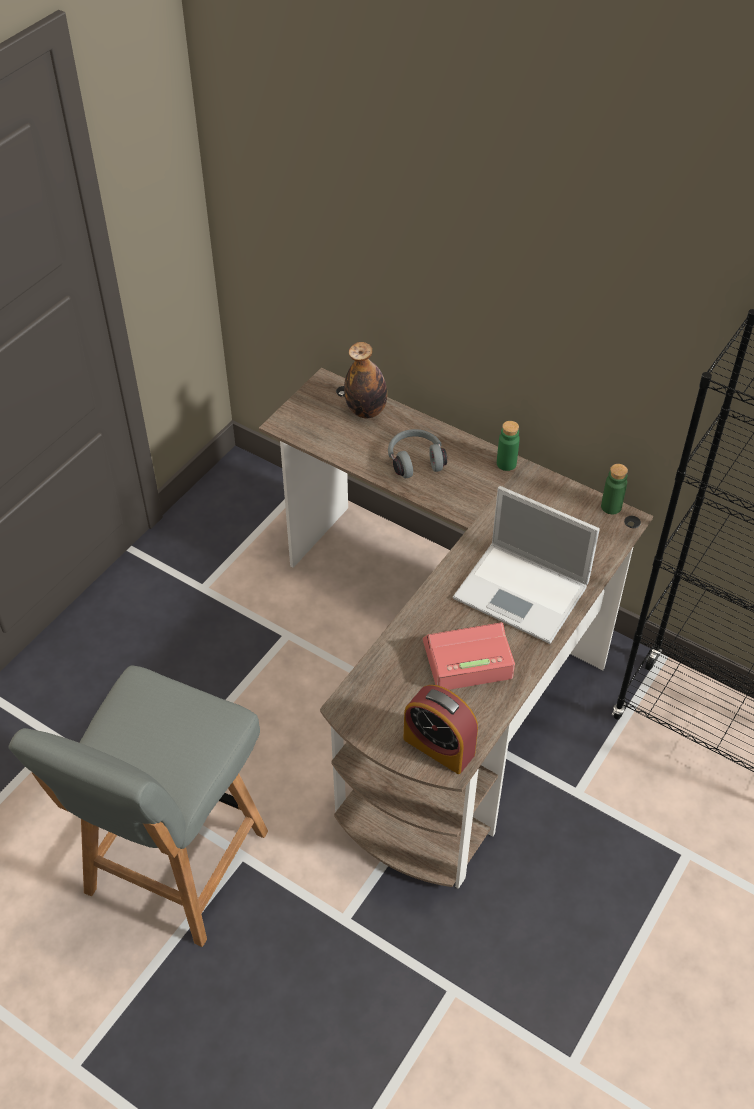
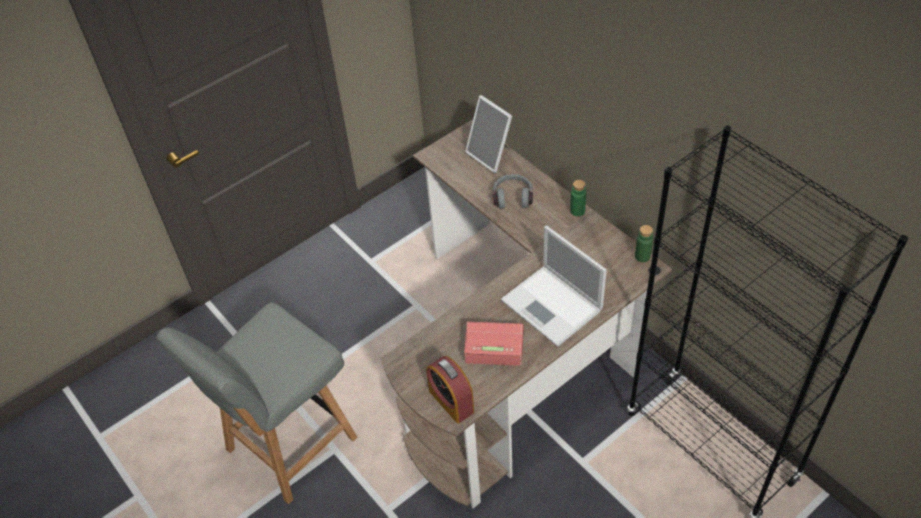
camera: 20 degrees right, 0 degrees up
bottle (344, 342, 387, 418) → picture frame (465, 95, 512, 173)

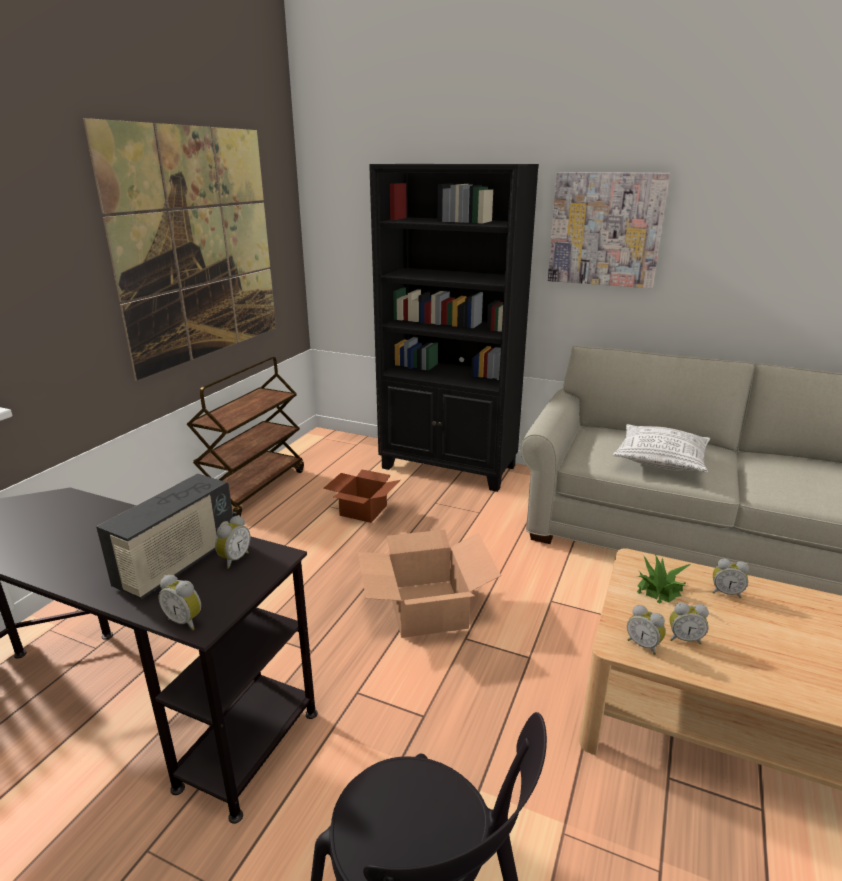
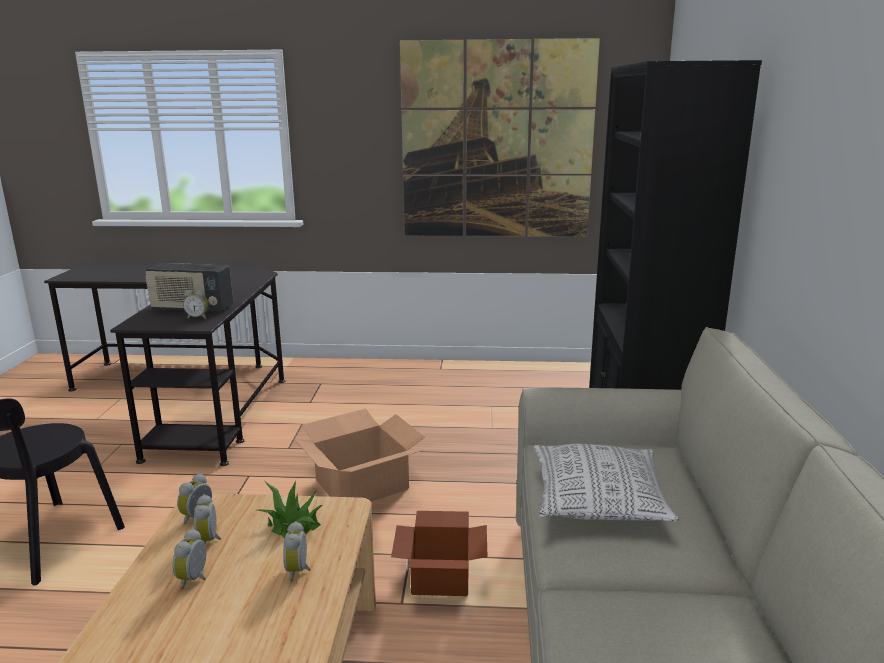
camera: 70 degrees right, 5 degrees down
cart in brown (187, 357, 304, 517) → -
picture (548, 172, 670, 288) → -
alarm clock (158, 575, 201, 630) → alarm clock (172, 529, 207, 590), moved
cardboard box (323, 470, 400, 523) → cardboard box (391, 511, 488, 596), moved

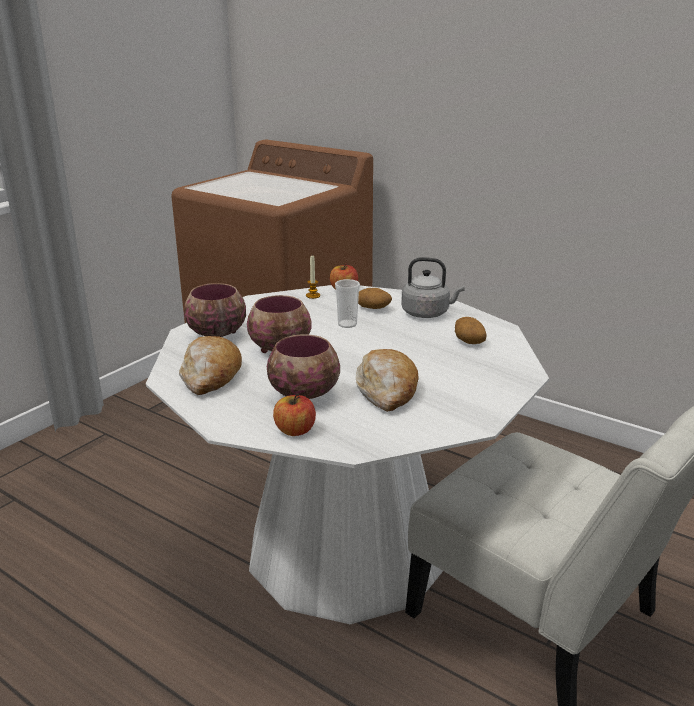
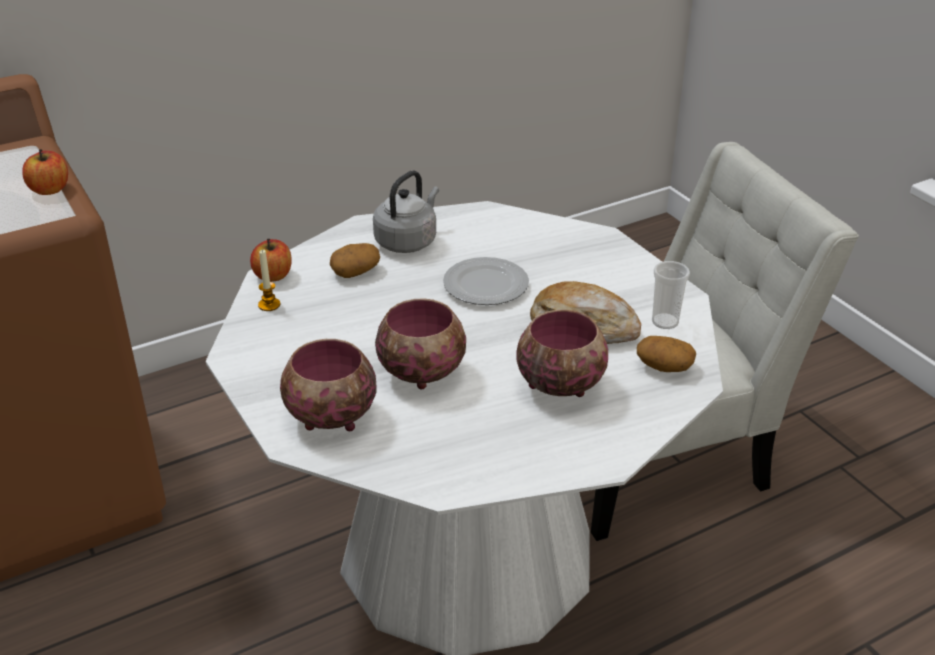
camera: 65 degrees left, 10 degrees up
bread (179, 336, 242, 395) → -
- → plate (443, 257, 529, 305)
apple (273, 393, 316, 436) → apple (22, 149, 68, 195), moved
cup (335, 279, 360, 328) → cup (652, 261, 690, 329), moved
potato (455, 317, 487, 344) → potato (637, 336, 696, 372), moved

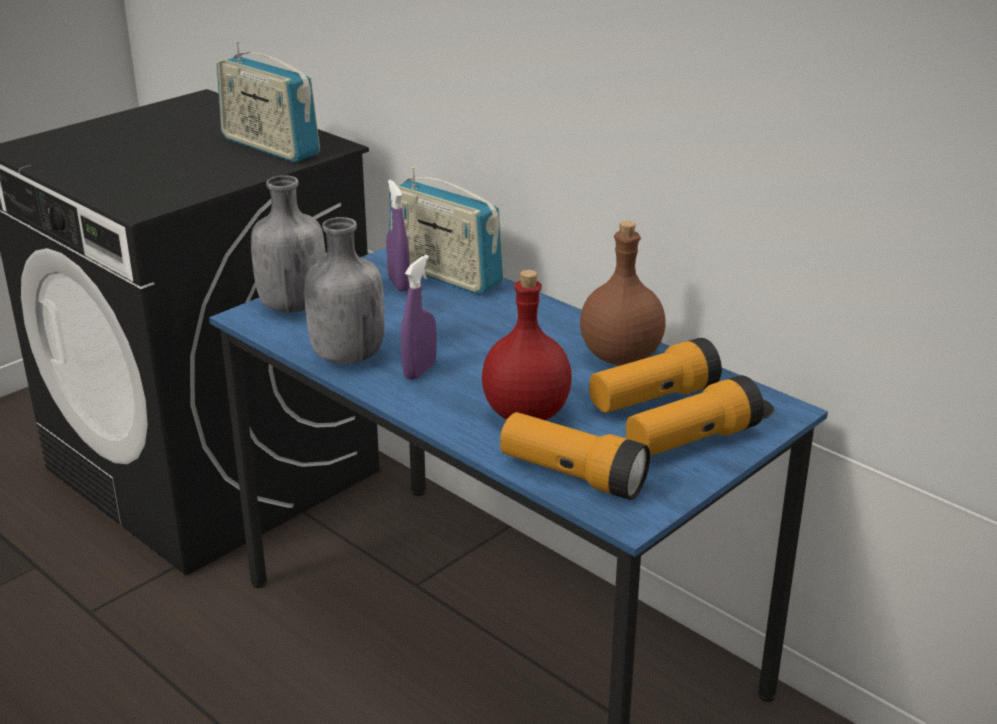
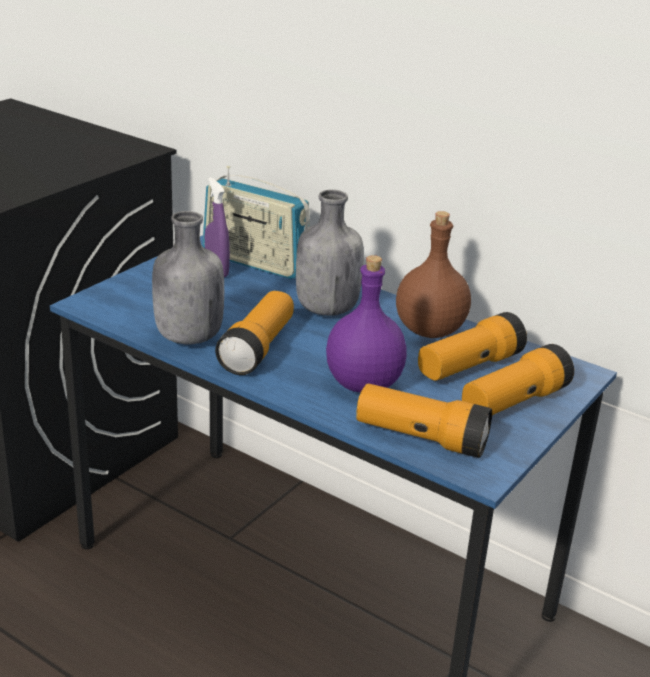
camera: 10 degrees left, 0 degrees up
radio (217, 41, 320, 163) → -
bottle in grey (251, 175, 326, 313) → bottle in grey (296, 190, 364, 316), moved
spray bottle in purple (401, 255, 437, 380) → flashlight (215, 291, 294, 375)
bottle in red (482, 270, 572, 420) → bottle in purple (326, 255, 407, 393)

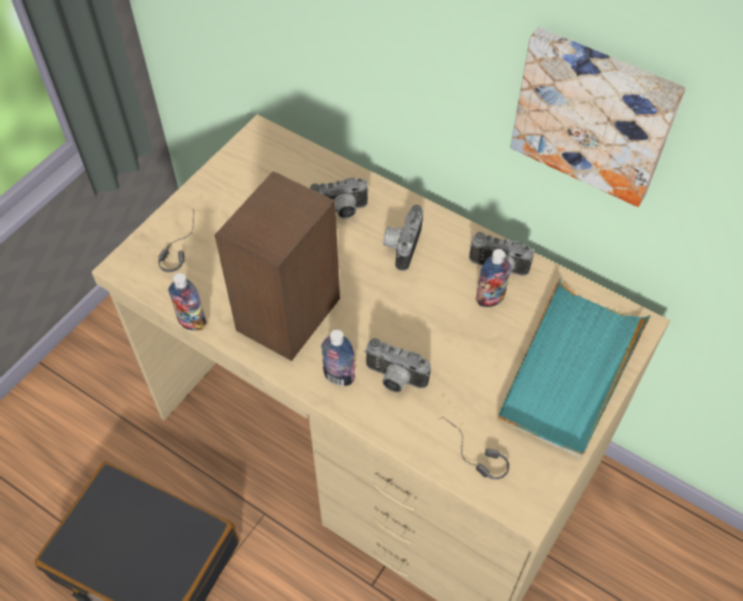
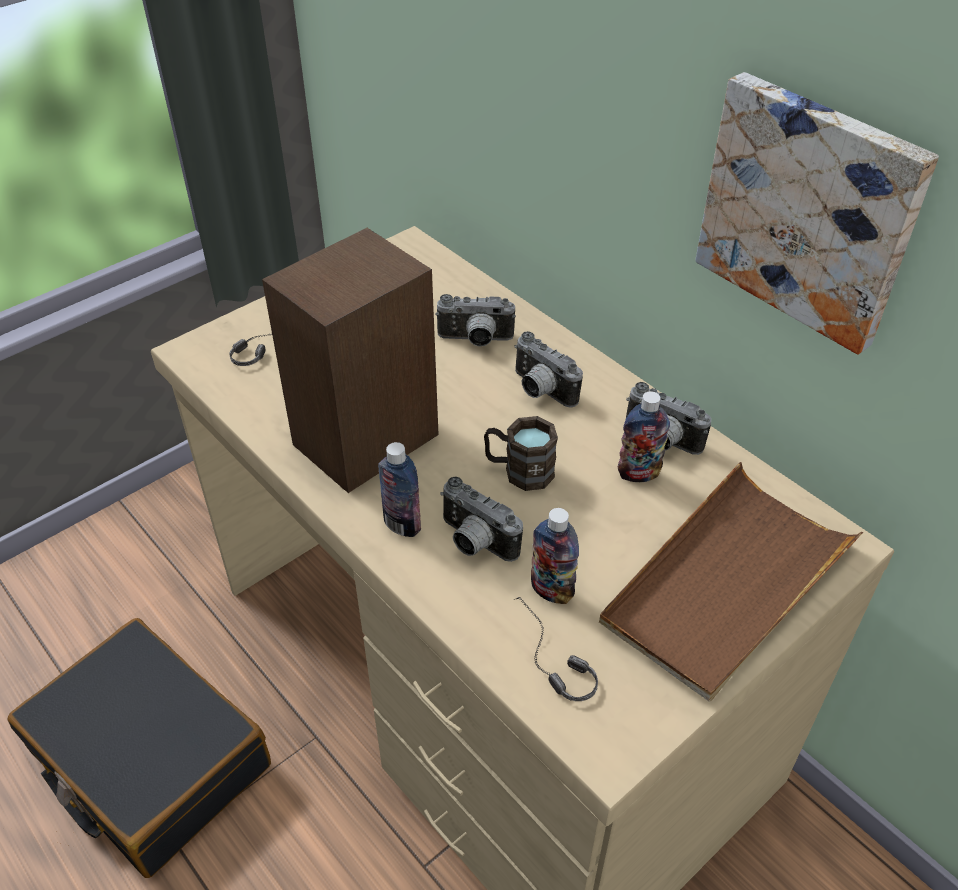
camera: 15 degrees right, 10 degrees down
- → mug in brown (484, 416, 558, 491)
bottle (168, 273, 206, 331) → bottle (531, 508, 579, 604), moved
tray in turquoise (497, 279, 651, 458) → tray in brown (599, 462, 863, 702)
photo camera (383, 205, 423, 271) → photo camera (514, 331, 583, 408), 75 degrees counterclockwise

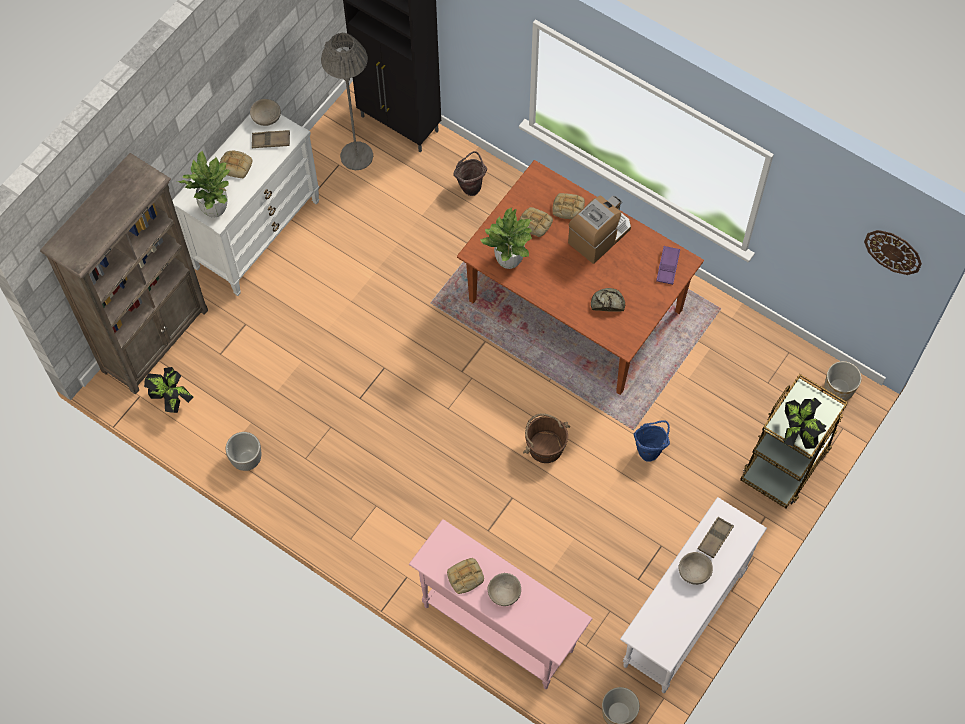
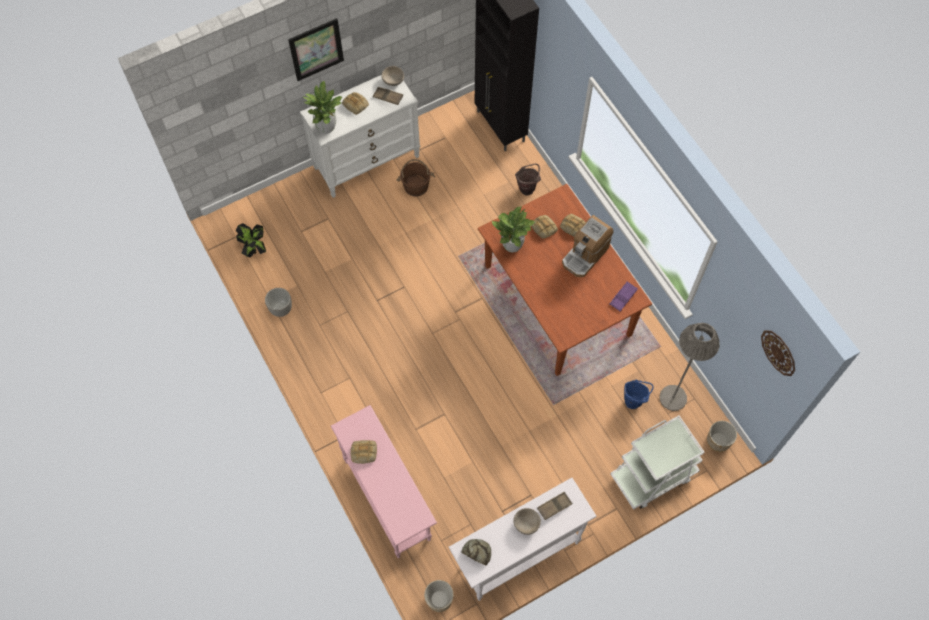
camera: 25 degrees right, 0 degrees up
bookcase in brown (40, 153, 208, 395) → -
bowl in beige (488, 573, 521, 606) → -
potted plant (784, 398, 826, 449) → -
- → picture (288, 18, 344, 81)
floor lamp in grey (321, 33, 373, 170) → floor lamp in grey (659, 323, 720, 411), moved
bucket in brown (523, 413, 570, 463) → bucket in brown (396, 159, 435, 197), moved
bread (591, 288, 625, 311) → bread (461, 539, 491, 565), moved
bucket in blue (634, 420, 670, 462) → bucket in blue (624, 380, 654, 409), moved
cart in brown (740, 374, 848, 508) → cart in white (610, 416, 704, 510)
coffee machine (568, 195, 631, 264) → coffee machine (562, 215, 614, 277), 150 degrees clockwise

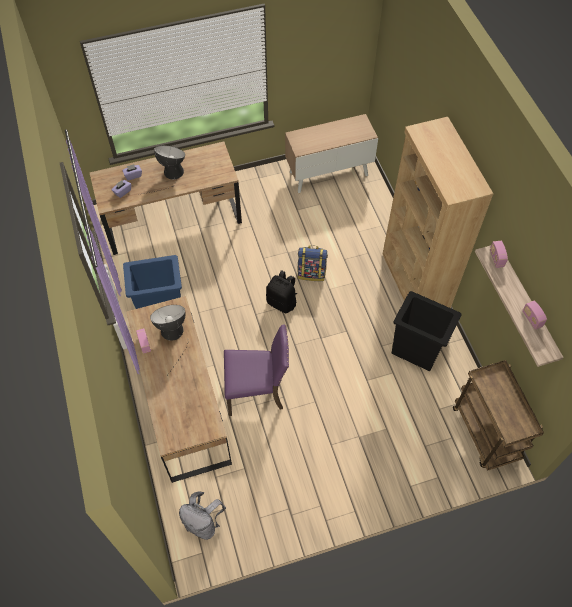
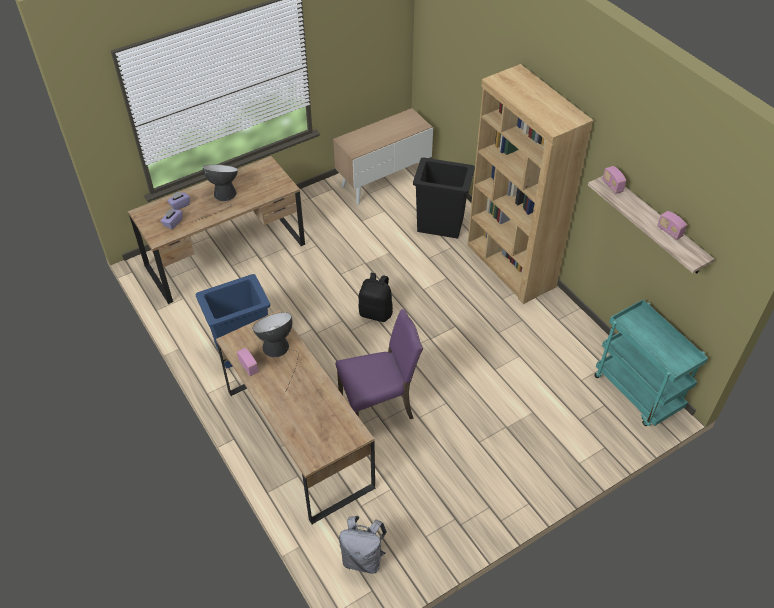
camera: 15 degrees left, 10 degrees down
backpack (298, 245, 328, 281) → -
trash can in black (392, 291, 462, 371) → trash can in black (413, 158, 475, 239), moved
cart in brown (453, 360, 544, 471) → cart in turquoise (594, 300, 708, 426)

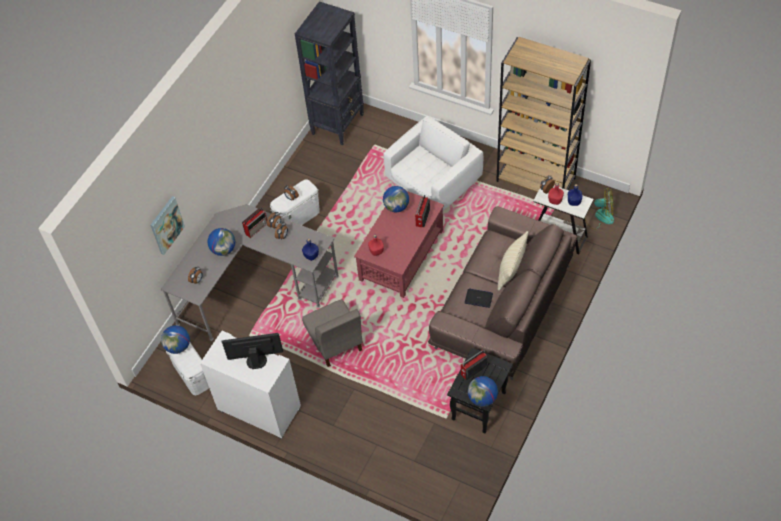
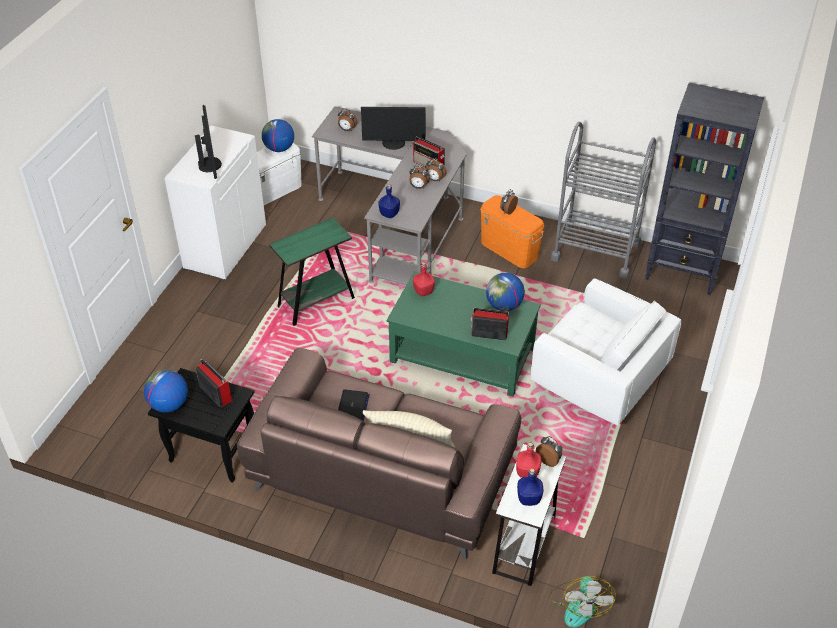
camera: 80 degrees right, 10 degrees down
picture (151, 196, 185, 255) → -
bookcase in brown (496, 37, 591, 192) → -
- → cart in grey (551, 122, 656, 279)
globe (207, 228, 235, 256) → monitor (361, 107, 426, 150)
chair in grey (302, 299, 362, 367) → side table in green (269, 218, 355, 326)
storage box in white (270, 180, 320, 225) → storage box in orange (480, 195, 544, 268)
coffee table in red (354, 191, 444, 298) → coffee table in green (387, 271, 541, 397)

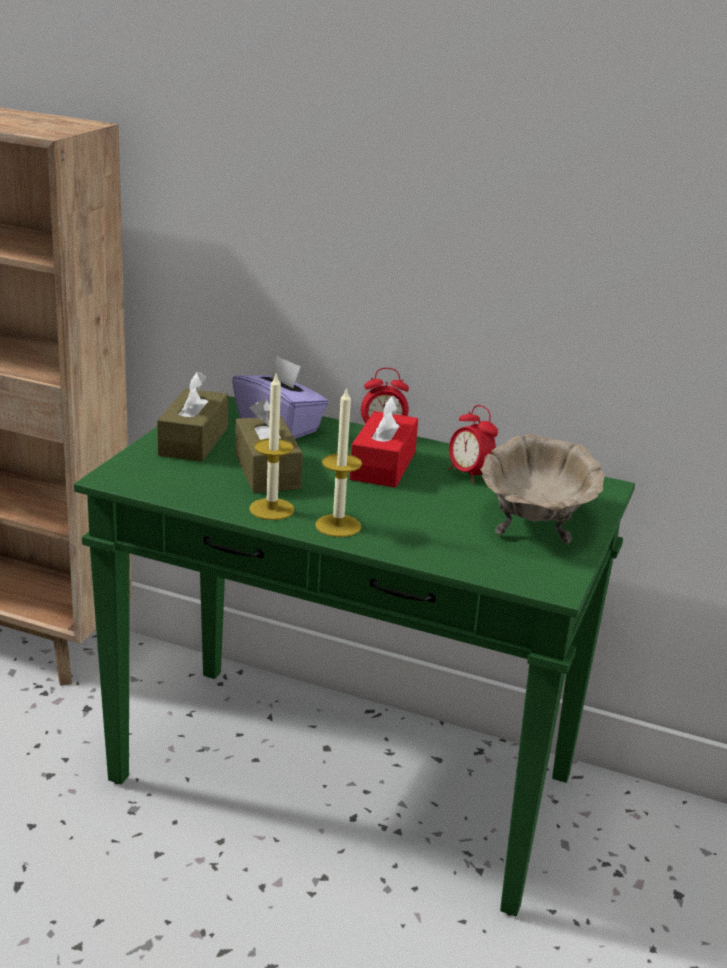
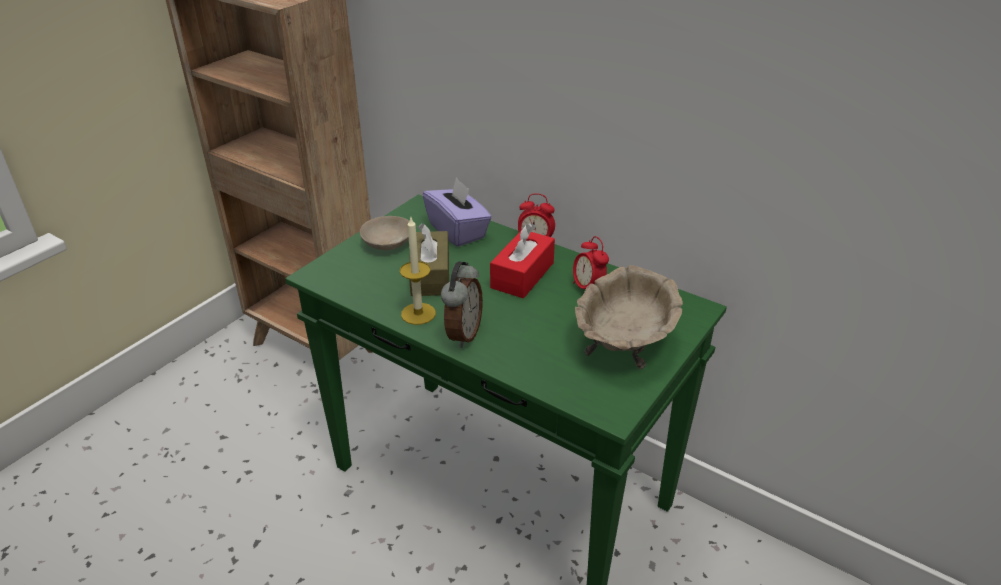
camera: 15 degrees right, 10 degrees up
tissue box in brown (157, 372, 228, 462) → bowl in beige (360, 216, 409, 250)
candle (315, 387, 362, 537) → alarm clock (441, 261, 483, 348)

